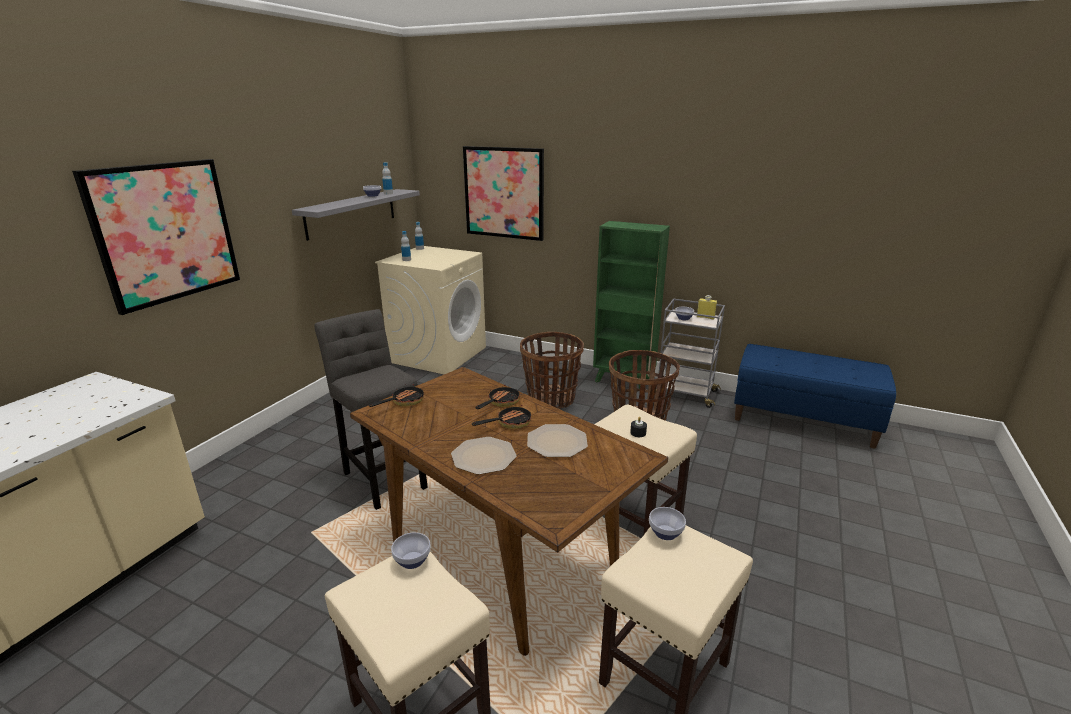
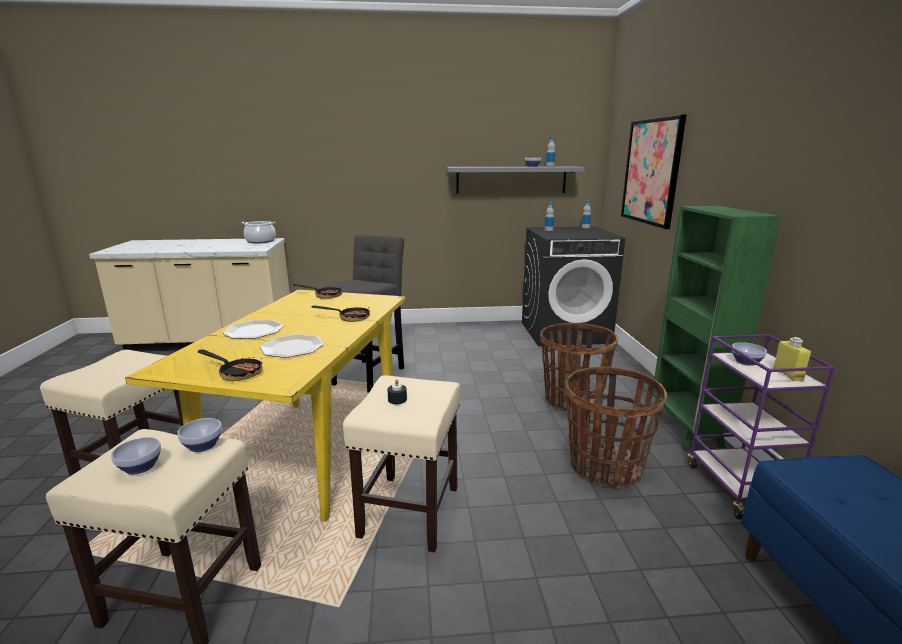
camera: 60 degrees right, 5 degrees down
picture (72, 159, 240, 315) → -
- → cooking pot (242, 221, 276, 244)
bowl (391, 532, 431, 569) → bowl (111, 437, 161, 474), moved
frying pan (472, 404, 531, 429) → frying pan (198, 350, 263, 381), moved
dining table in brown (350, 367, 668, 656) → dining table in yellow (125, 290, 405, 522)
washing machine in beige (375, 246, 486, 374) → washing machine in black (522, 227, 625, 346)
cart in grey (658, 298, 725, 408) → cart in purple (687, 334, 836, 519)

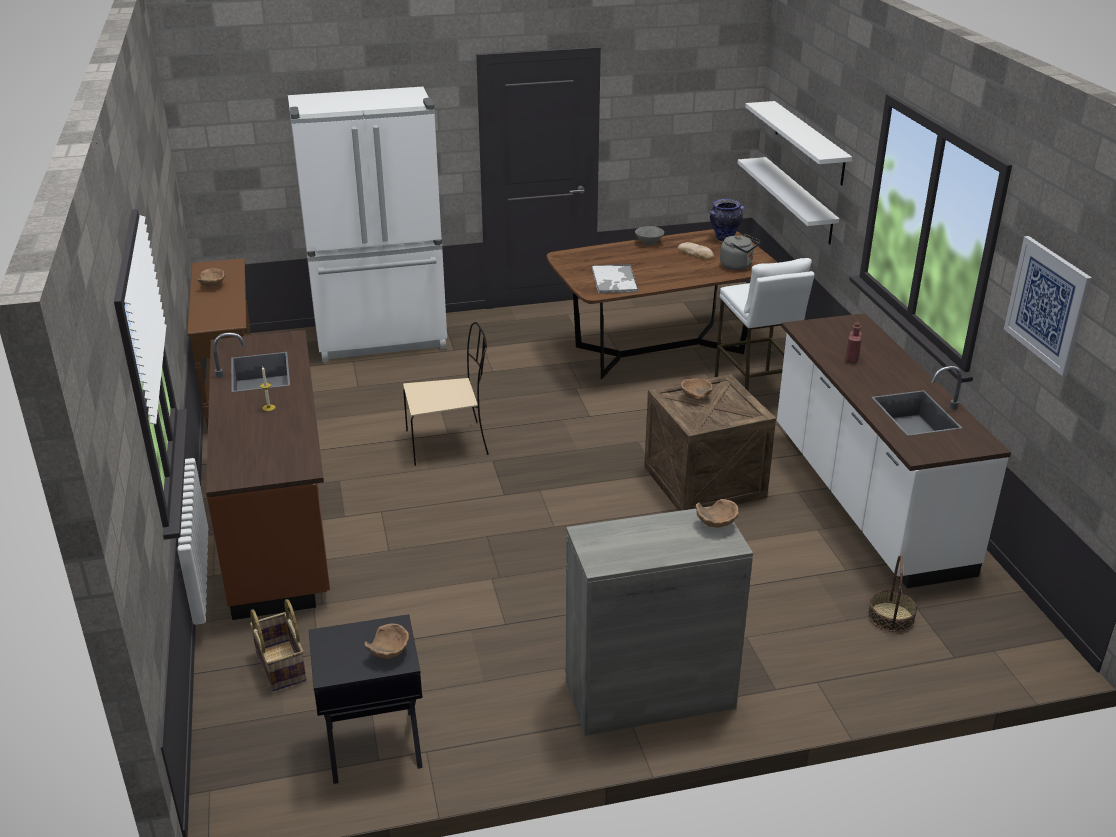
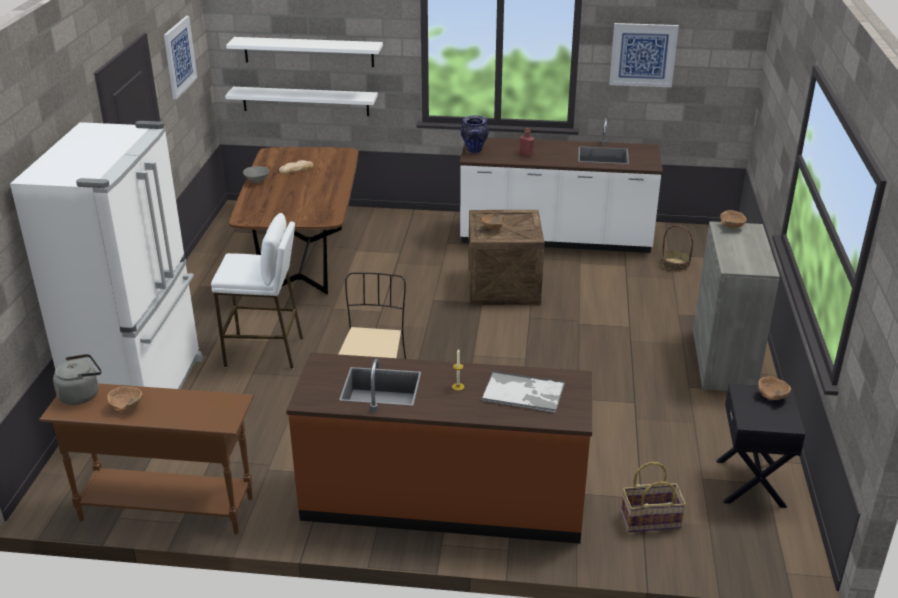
camera: 70 degrees left, 0 degrees up
- → picture (164, 16, 197, 99)
tray (591, 264, 639, 294) → tray (481, 371, 565, 413), moved
vase (709, 199, 744, 242) → vase (460, 115, 489, 153), moved
stool in white (715, 258, 814, 390) → stool in white (211, 213, 303, 369), moved
kettle in grey (720, 234, 760, 270) → kettle in grey (53, 354, 101, 405), moved

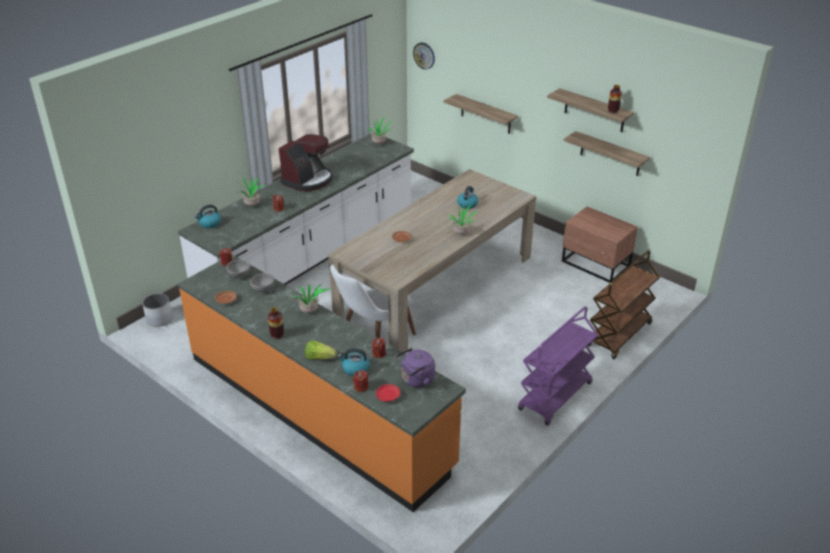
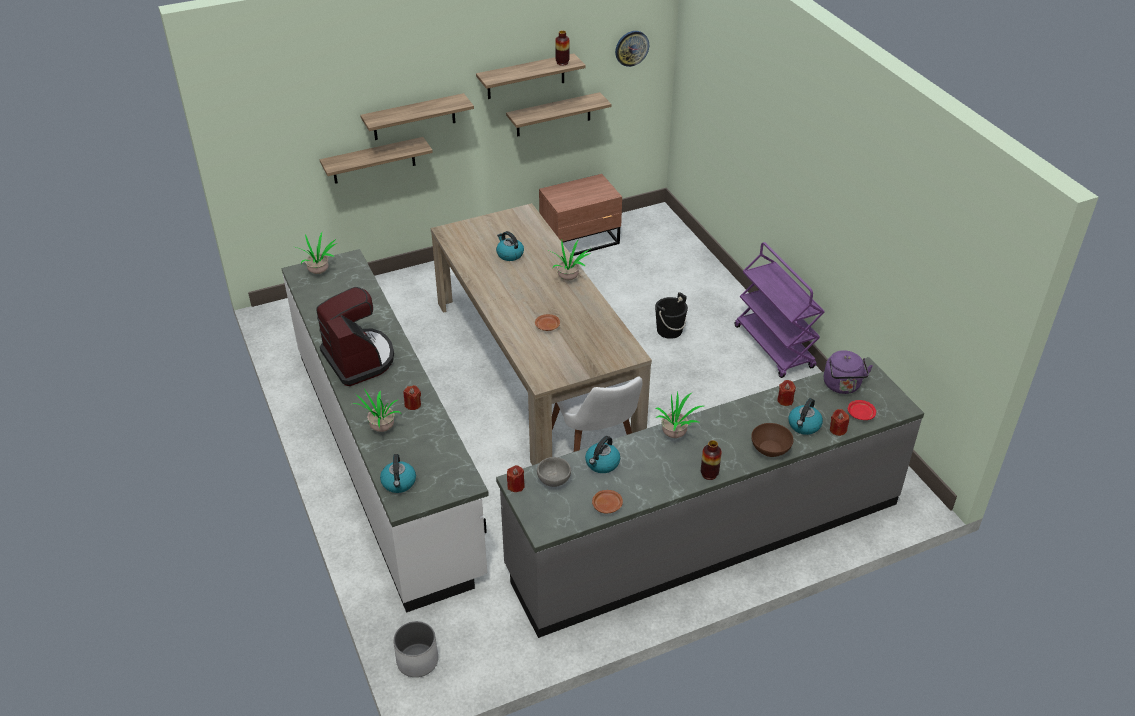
camera: 65 degrees left, 5 degrees up
cart in brown (588, 250, 660, 360) → -
- → shelf (360, 93, 474, 140)
- → bucket in black (655, 292, 688, 339)
wall clock (413, 42, 435, 70) → wall clock (615, 31, 649, 67), moved
bowl in grey (250, 273, 275, 292) → kettle (585, 436, 620, 473)
lettuce (305, 340, 337, 360) → bowl in brown (751, 423, 793, 457)
counter in orange (178, 254, 466, 512) → counter in grey (496, 357, 924, 638)

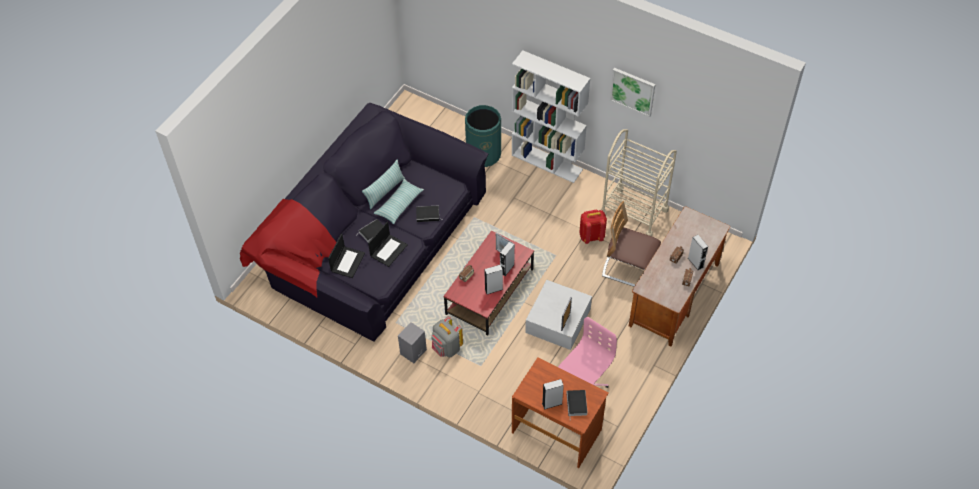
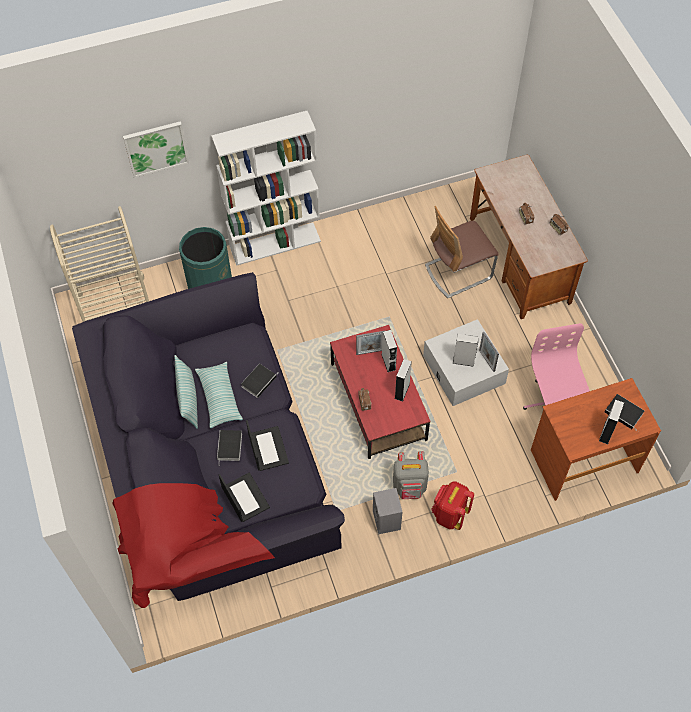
camera: 50 degrees left, 5 degrees up
backpack in red (579, 210, 607, 244) → backpack in red (431, 481, 474, 530), moved
cart in beige (602, 129, 677, 236) → cart in beige (50, 206, 149, 322), moved
picture (610, 68, 656, 117) → picture (123, 121, 189, 178), moved
speaker in grey (688, 235, 708, 270) → speaker in grey (453, 334, 479, 367), moved

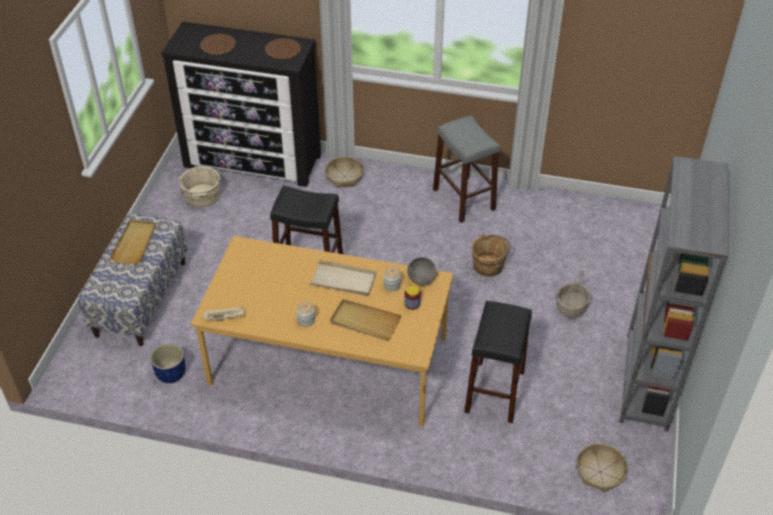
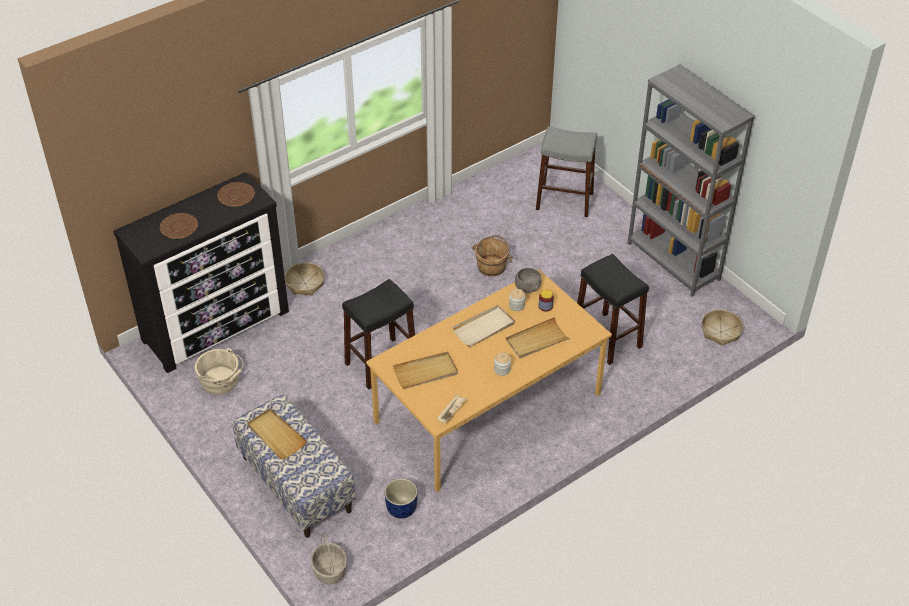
camera: 50 degrees left, 0 degrees up
- → tray in beige (393, 352, 458, 389)
stool in grey (433, 115, 500, 223) → stool in grey (536, 126, 597, 217), moved
basket (557, 271, 591, 318) → basket (310, 533, 347, 584), moved

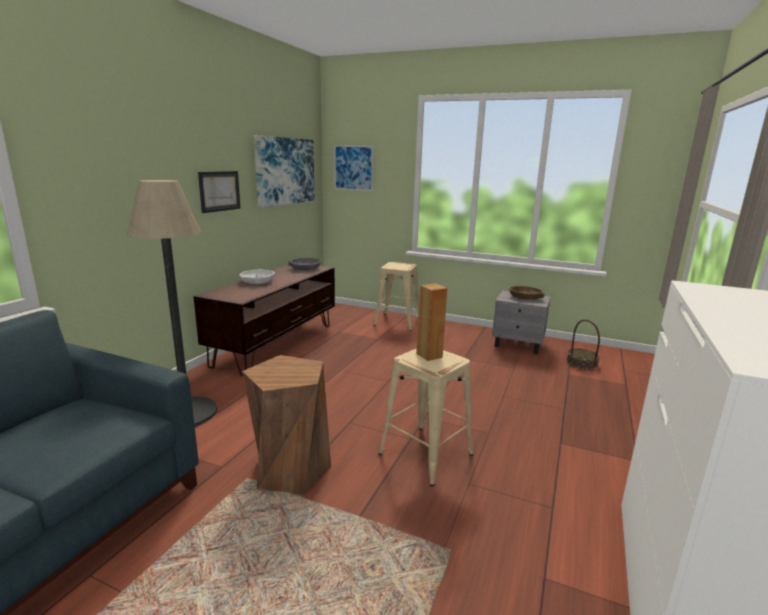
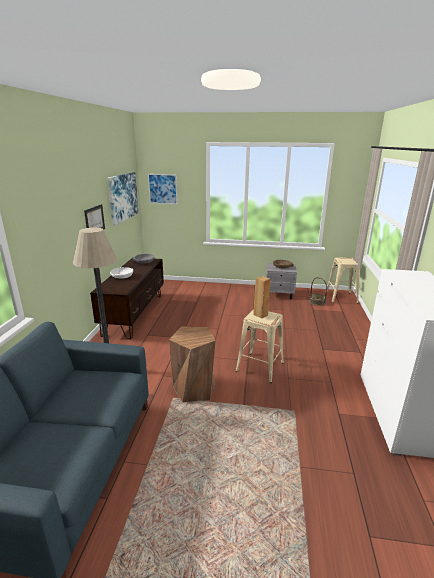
camera: 15 degrees left, 5 degrees up
stool in beige (373, 262, 419, 331) → stool in beige (325, 258, 360, 304), moved

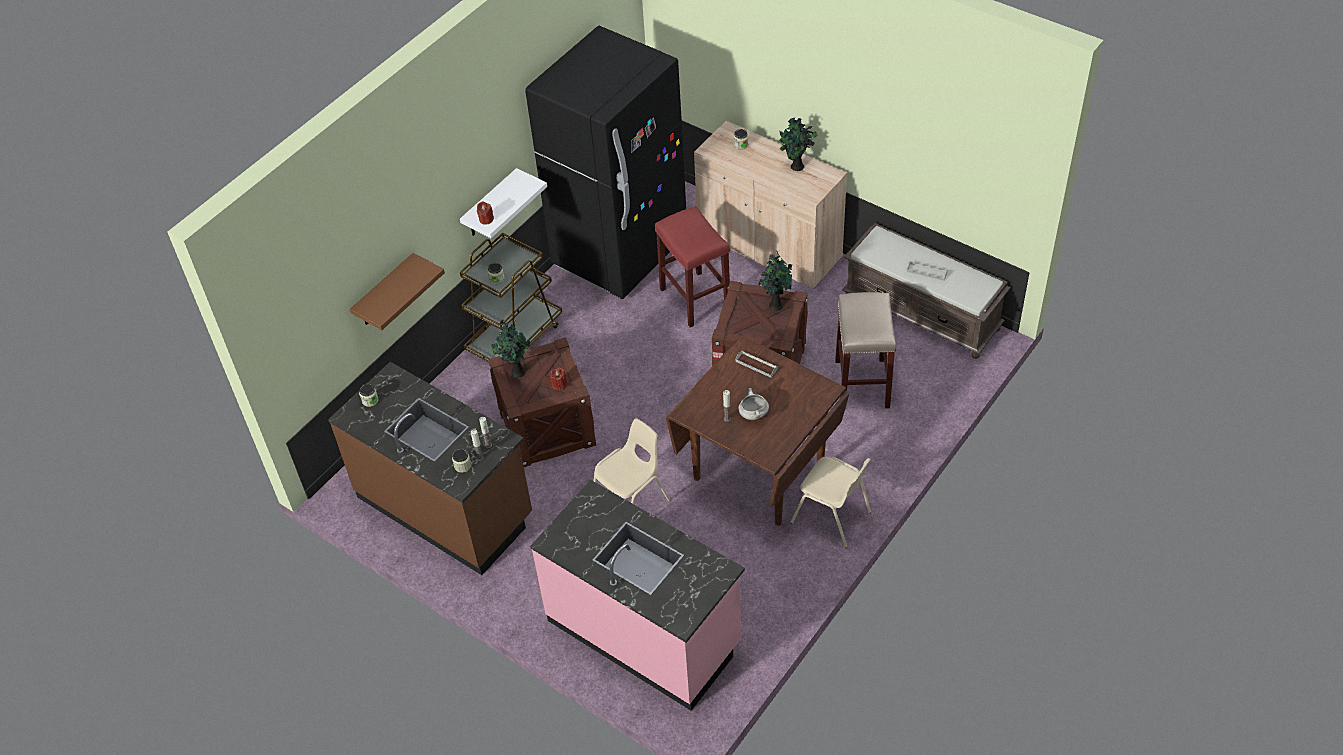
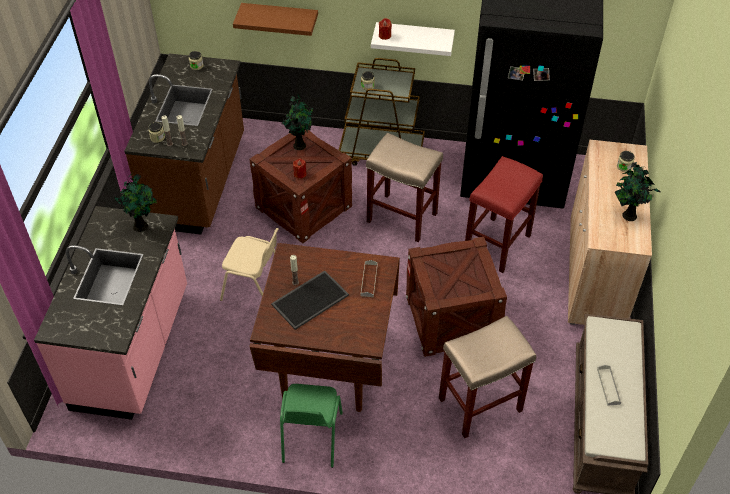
camera: 60 degrees right, 0 degrees up
- → stool in beige (366, 133, 443, 242)
potted plant (758, 250, 792, 311) → potted plant (114, 174, 157, 232), moved
cooking pot in white (739, 388, 769, 421) → tray (271, 271, 349, 330)
chair in beige (791, 457, 871, 548) → chair in green (280, 384, 343, 468)

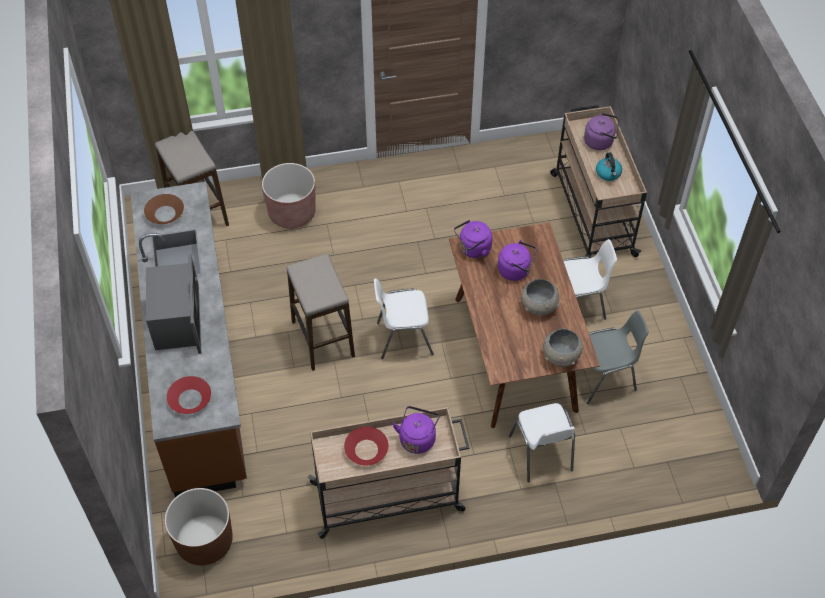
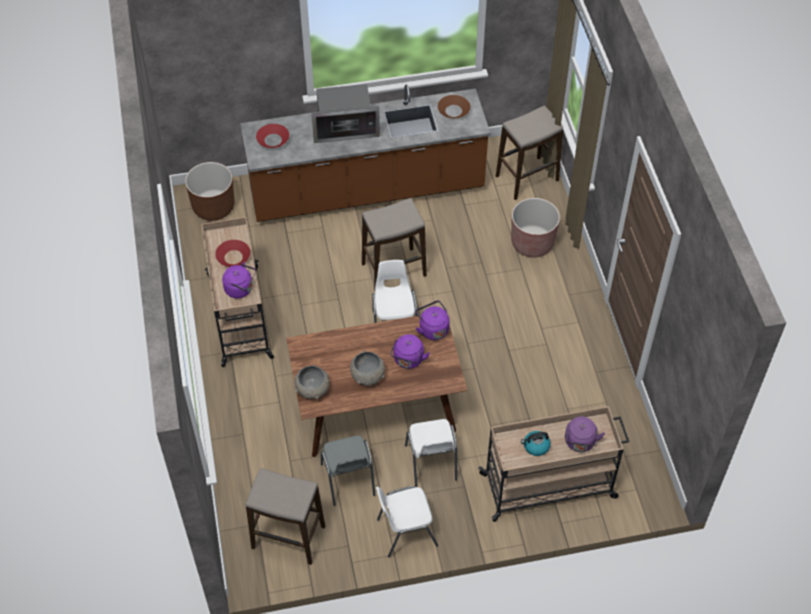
camera: 90 degrees right, 0 degrees up
- → stool (246, 468, 325, 565)
chair in white (509, 403, 575, 483) → chair in white (376, 486, 438, 557), moved

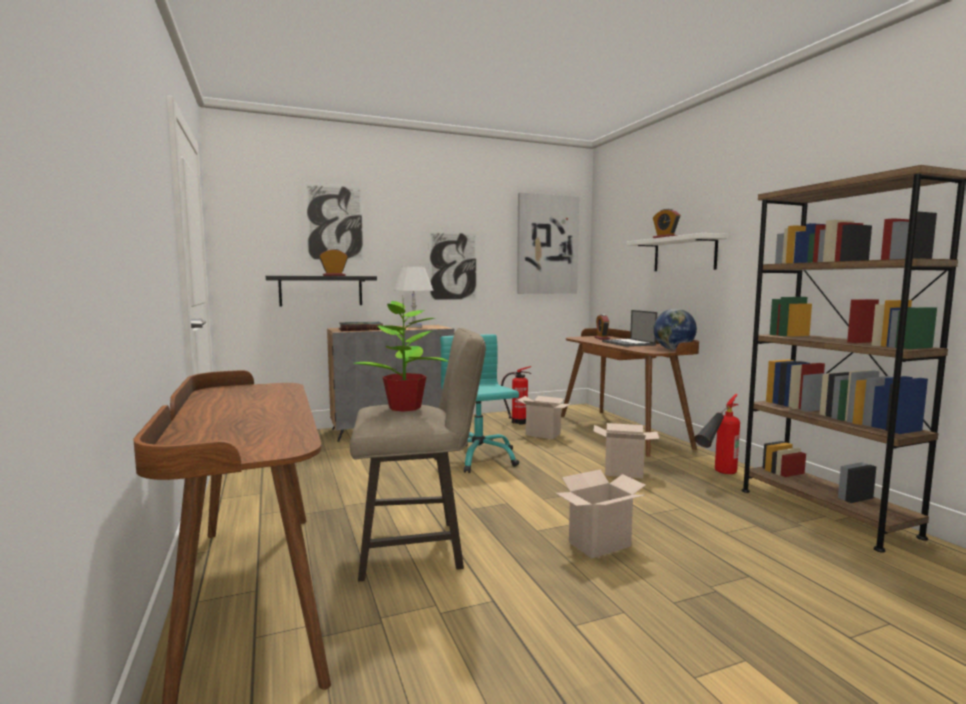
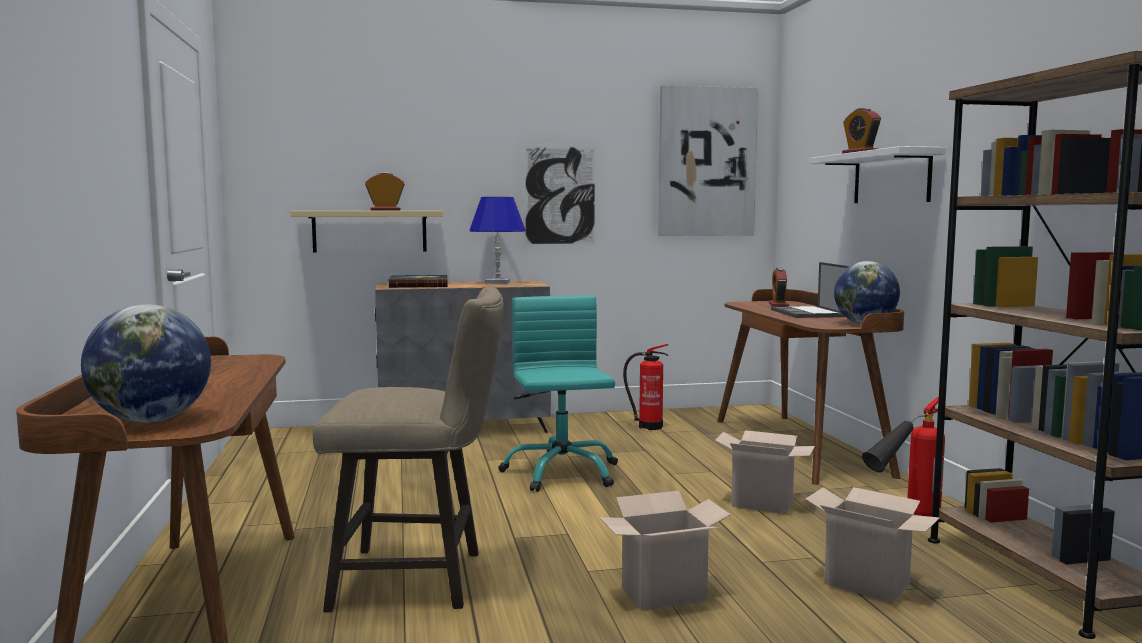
camera: 10 degrees right, 0 degrees up
picture (304, 182, 365, 262) → -
potted plant (353, 301, 449, 412) → -
- → globe (81, 304, 211, 422)
cardboard box (517, 396, 570, 439) → cardboard box (806, 487, 940, 603), moved
shelf in black (266, 276, 377, 307) → shelf in beige (290, 211, 443, 253)
table lamp in white (394, 266, 433, 327) → table lamp in blue (469, 197, 526, 284)

